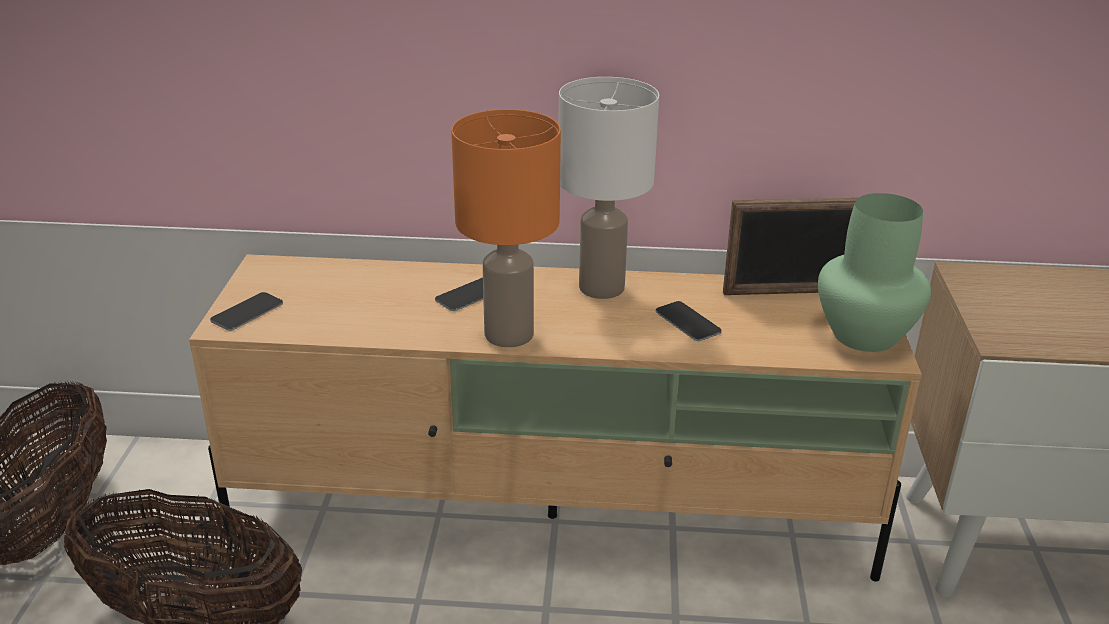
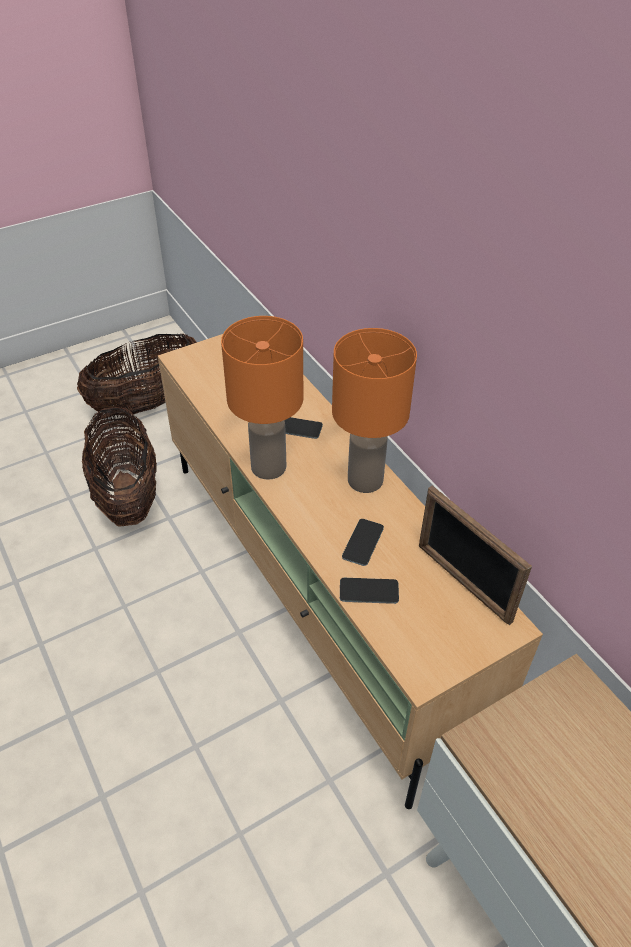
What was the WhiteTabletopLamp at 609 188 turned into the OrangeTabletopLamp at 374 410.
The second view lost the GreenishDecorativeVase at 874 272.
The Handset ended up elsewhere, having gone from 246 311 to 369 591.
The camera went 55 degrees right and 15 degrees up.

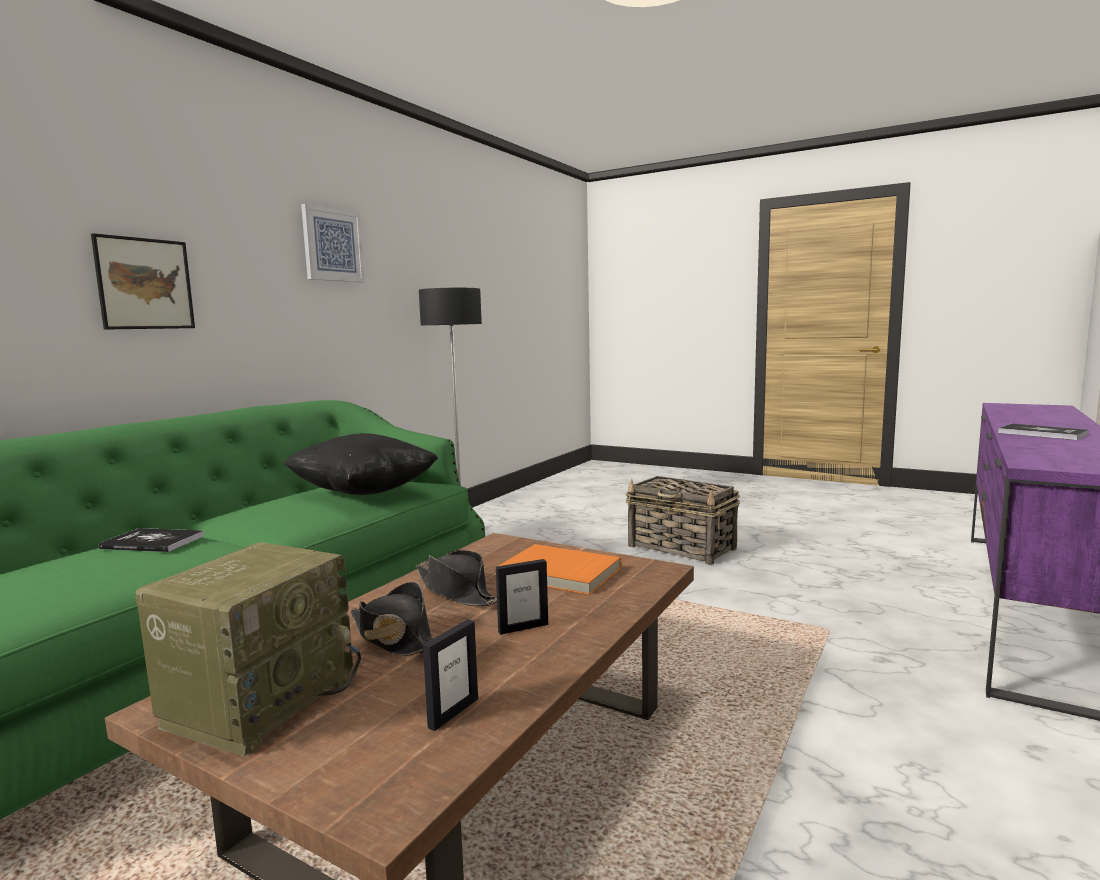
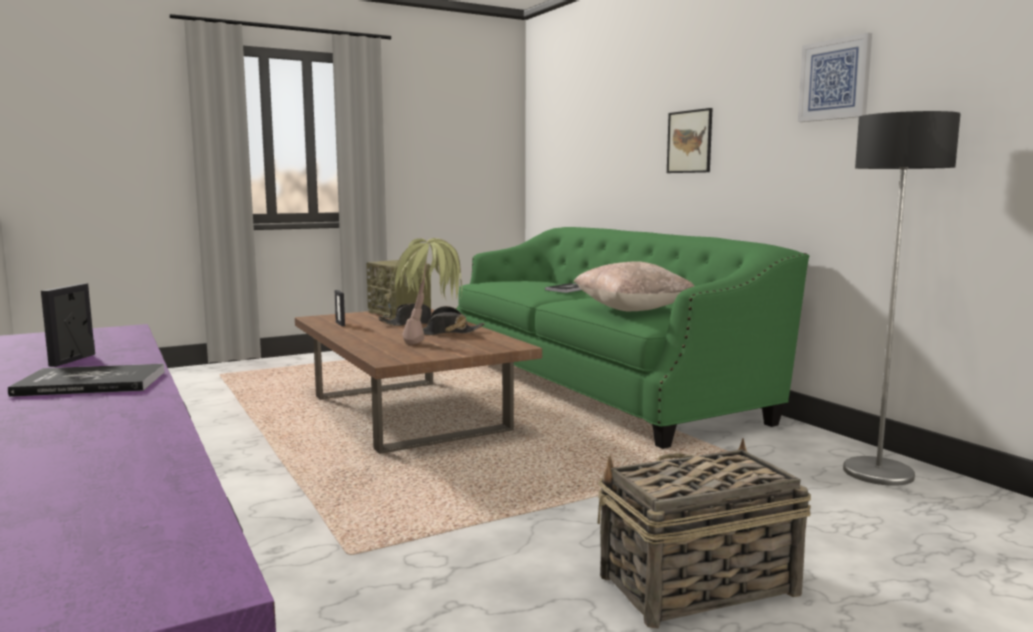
What was the BlackishCushion at 360 464 turned into the SandColouredCushion at 634 286.
Where the OrangeBook stood at 560 569, the PlantInAPot came to stand at 426 291.
The StandingFrame ended up elsewhere, having gone from 522 597 to 68 325.
The camera went 120 degrees right and 0 degrees up.

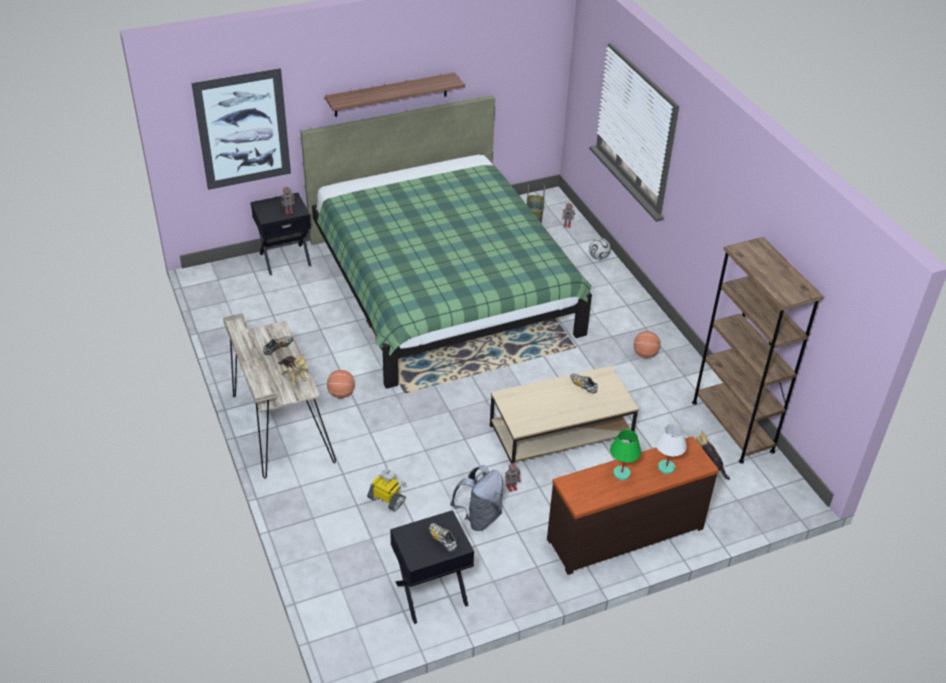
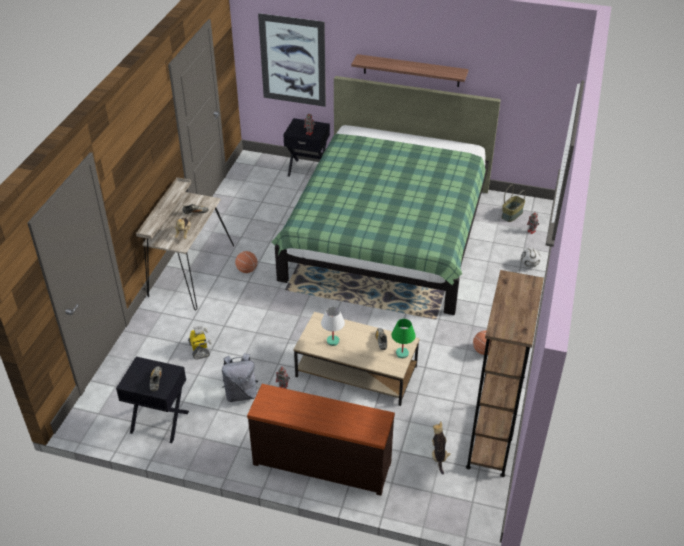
The WhiteTabletopLamp ended up elsewhere, having gone from 671 449 to 333 326.
The GreenishTabletopLamp ended up elsewhere, having gone from 625 455 to 403 338.
The camera went 40 degrees right and 0 degrees up.

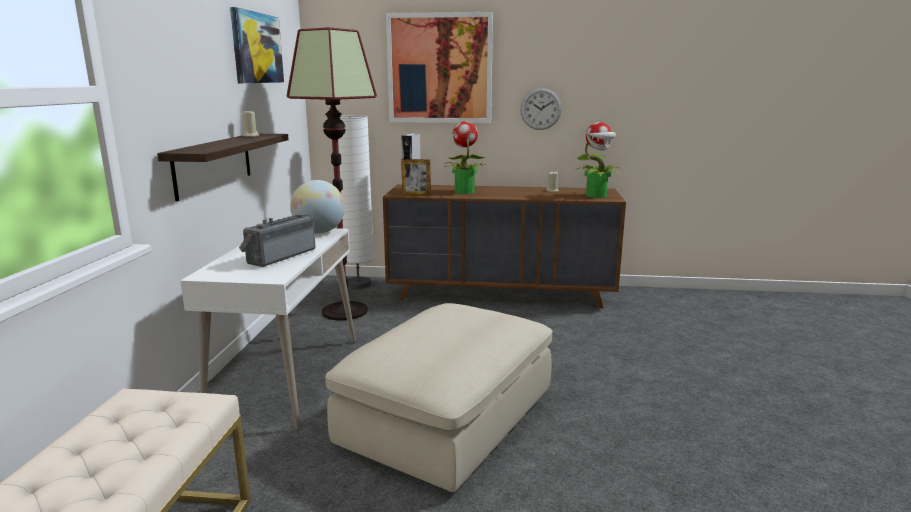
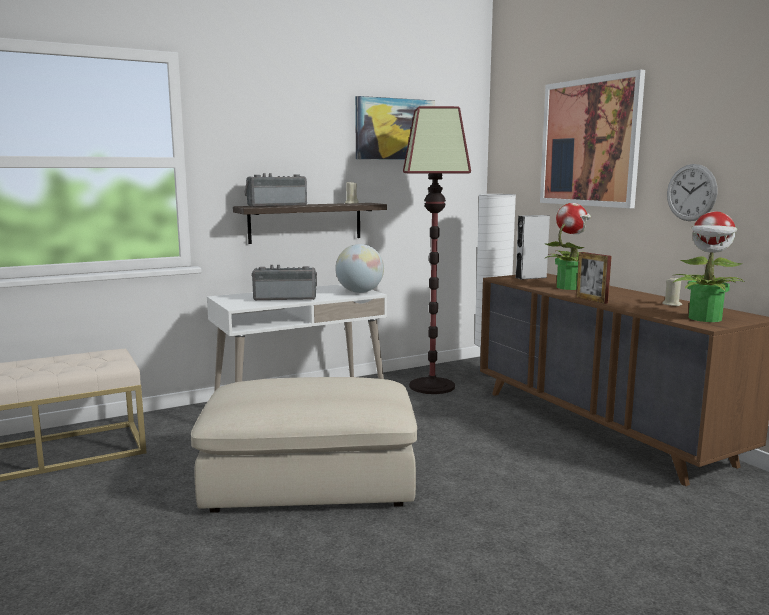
The StandingFrame ended up elsewhere, having gone from 416 177 to 594 278.
The second view gained the Radio at 275 190.
The camera went 55 degrees right and 5 degrees down.

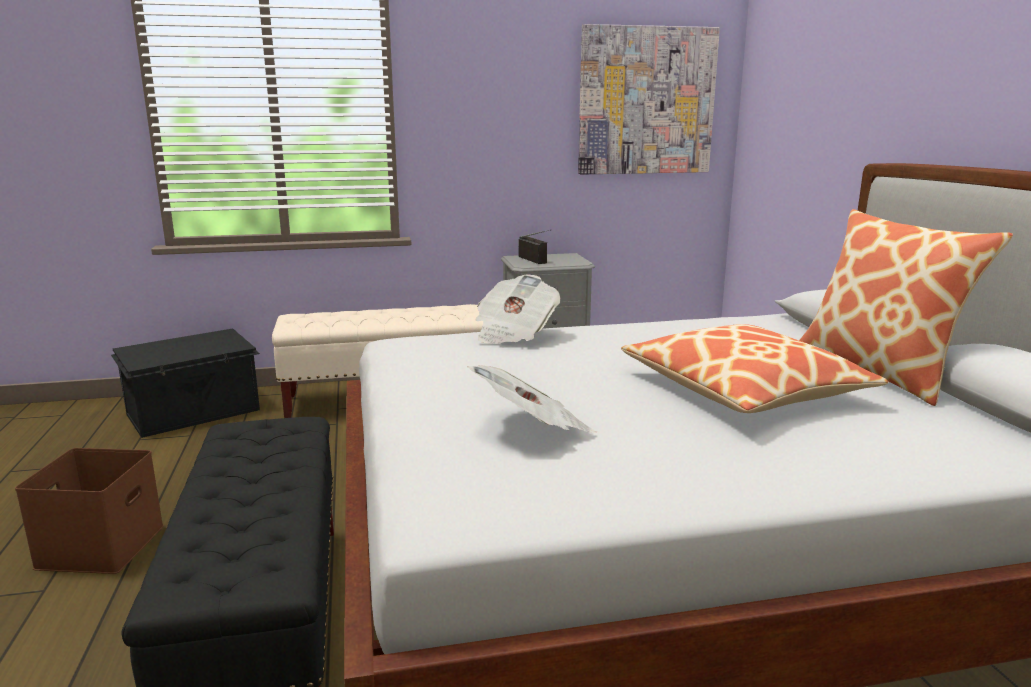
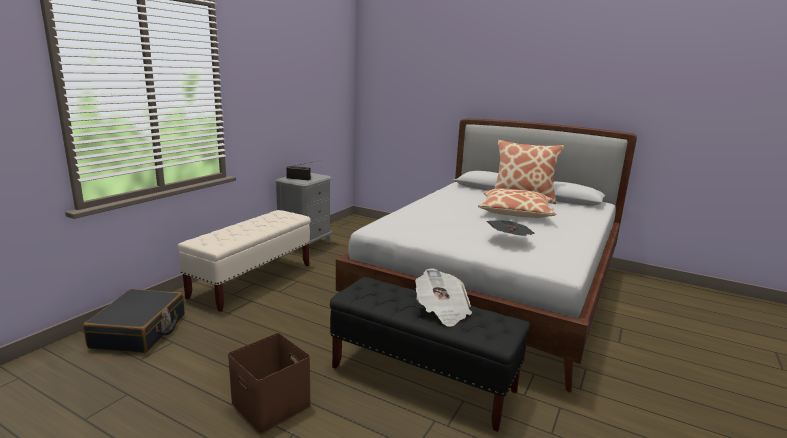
The second view lost the WallArt at 649 99.
The DailyPaper ended up elsewhere, having gone from 517 309 to 443 298.
Where the BlackishStorageBox stood at 185 383, the BlackishSuitcase came to stand at 134 321.
The camera went 50 degrees left and 0 degrees up.

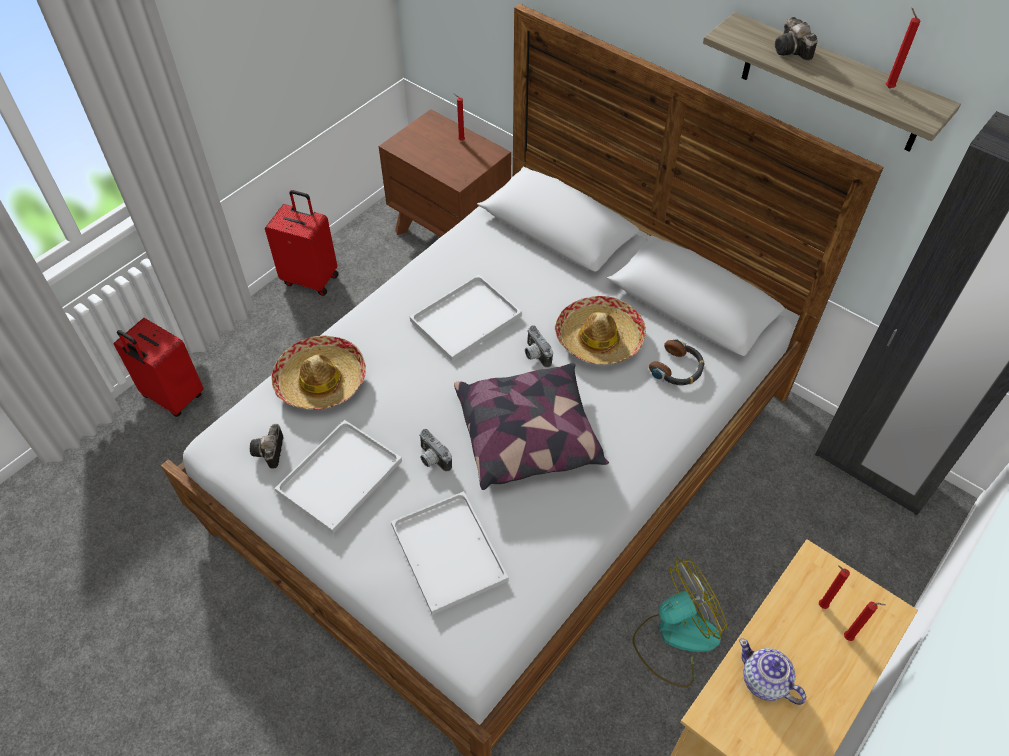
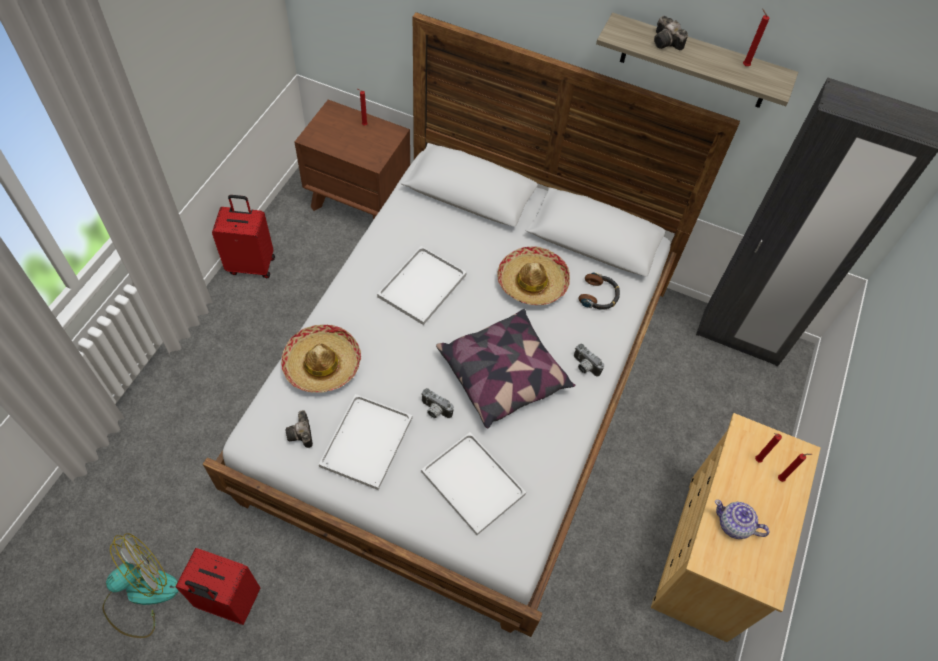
The RedColouredSuitcase ended up elsewhere, having gone from 158 367 to 217 586.
The PhotoCamera ended up elsewhere, having gone from 539 346 to 589 360.
The ElectricFan ended up elsewhere, having gone from 679 623 to 140 585.
The camera went 20 degrees left and 5 degrees up.

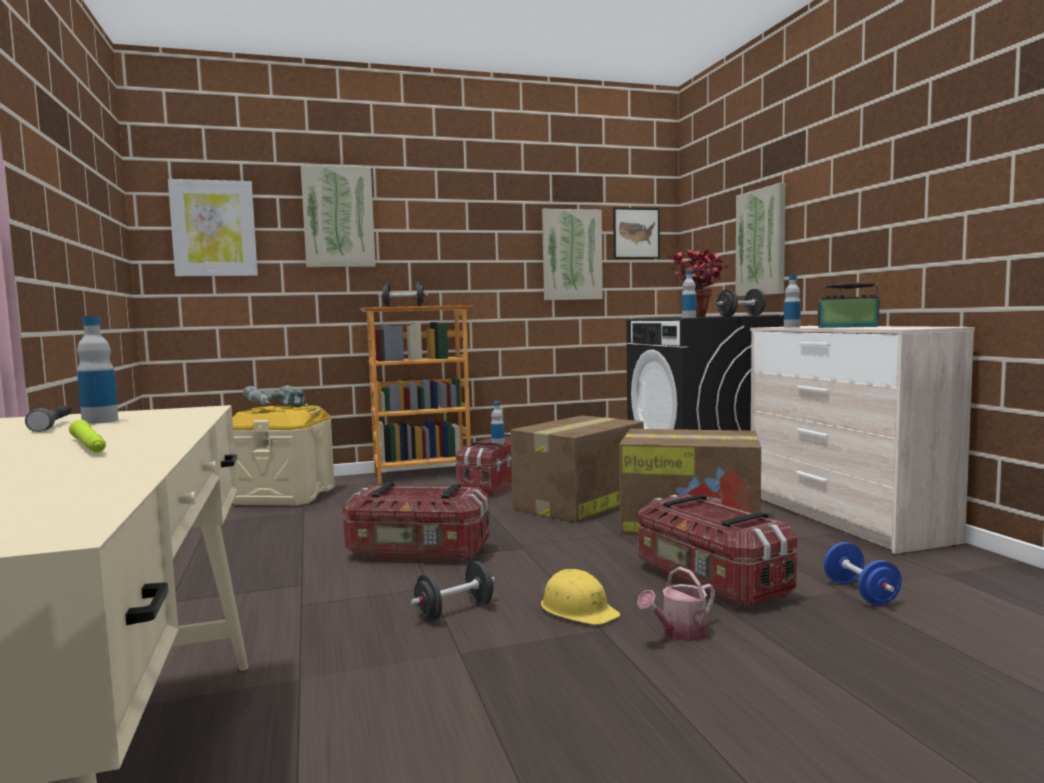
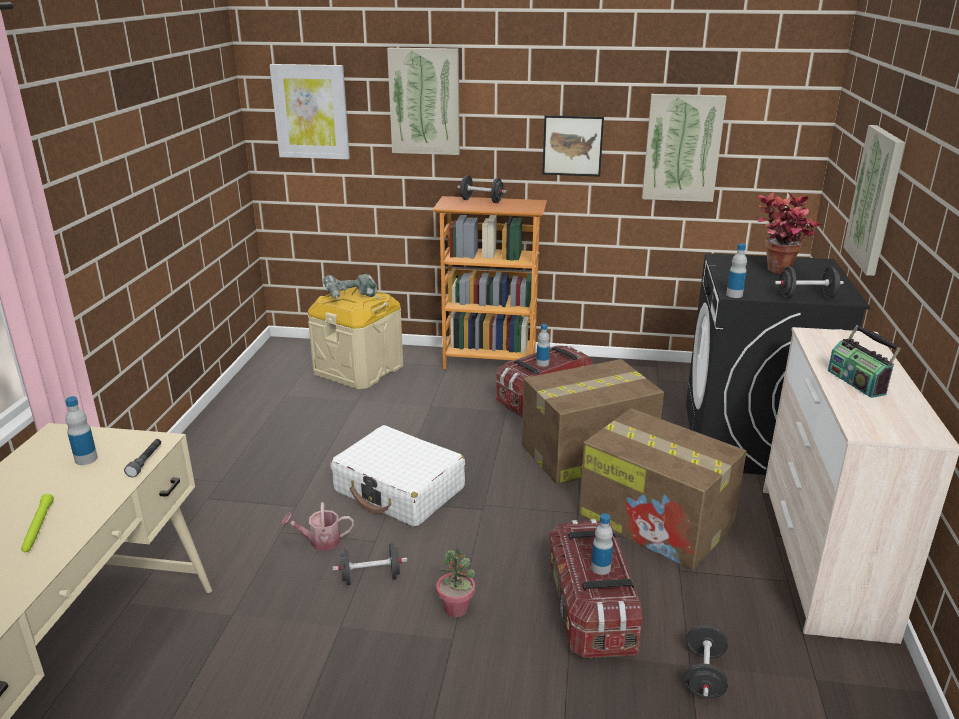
The WallArt ended up elsewhere, having gone from 636 233 to 573 146.
The BeverageBottle ended up elsewhere, having gone from 792 301 to 602 544.
The Radio at 848 305 ended up facing another way, 150 degrees counterclockwise from before.
The GreyHandTorch ended up elsewhere, having gone from 48 418 to 142 458.
Where the StorageBox stood at 416 522, the WhiteSuitcase came to stand at 397 476.
What was the BlueFreeWeight at 863 573 turned into the BlackishFreeWeight at 706 662.
The WateringCan ended up elsewhere, having gone from 676 604 to 318 526.
Where the YellowColouredSafetyHelmet stood at 580 597, the PlantInAPot came to stand at 455 582.
The camera went 25 degrees right and 20 degrees up.

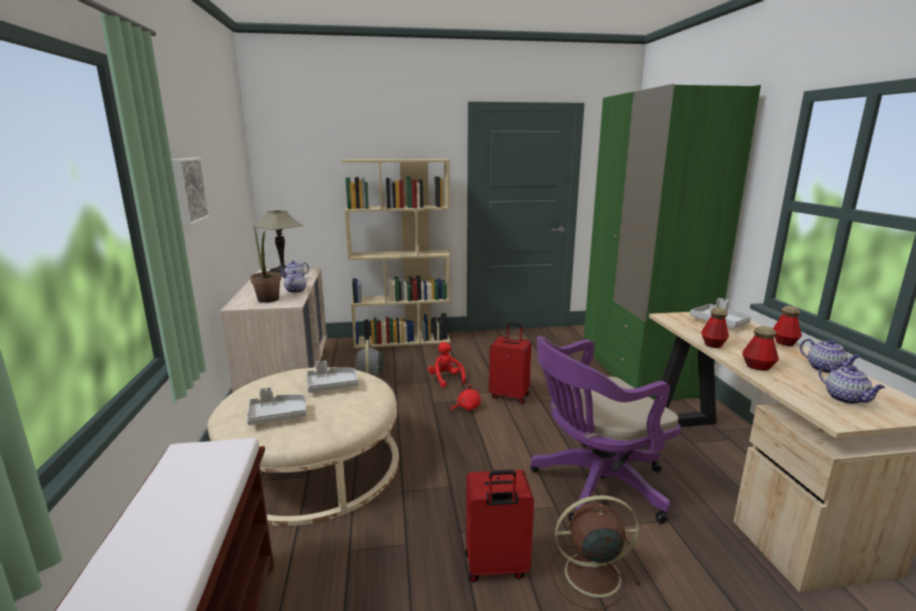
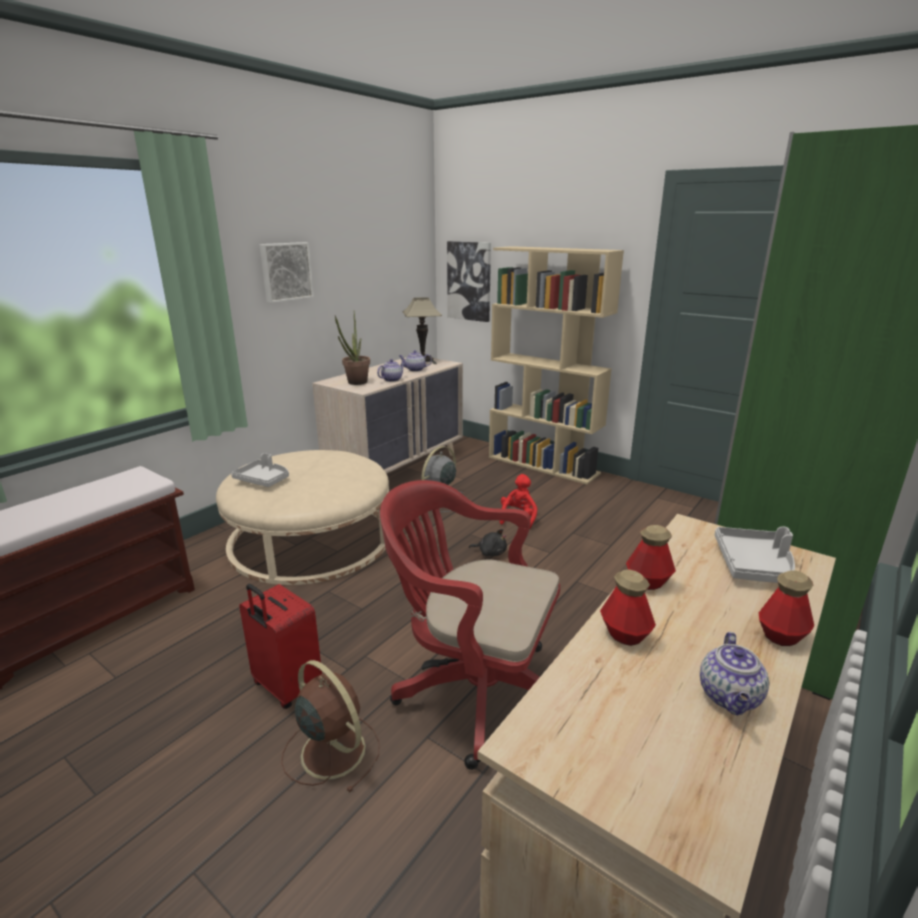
The second view lost the RedColouredSuitcase at 510 363.
What was the PurpleComputerChair at 605 430 turned into the RedColouredComputerChair at 470 625.
The second view lost the GreyTray at 332 377.
The second view lost the PotForTea at 852 383.
What was the RedColouredPlushToy at 465 398 turned into the BlackishPlushToy at 488 542.
The second view gained the WallArt at 469 281.
The camera went 45 degrees right and 5 degrees up.

